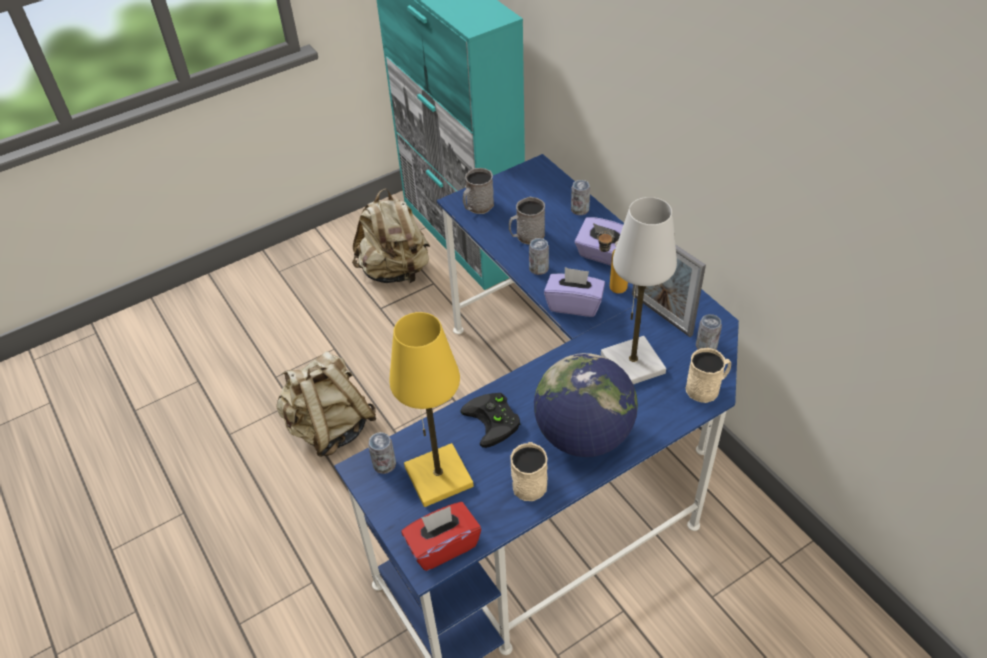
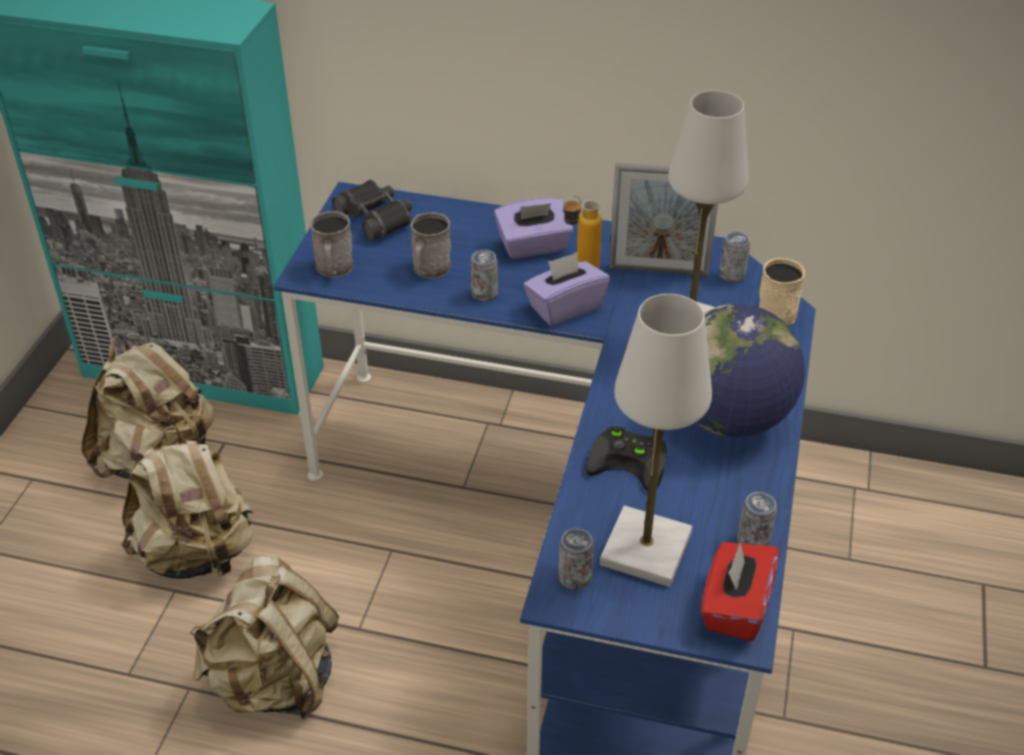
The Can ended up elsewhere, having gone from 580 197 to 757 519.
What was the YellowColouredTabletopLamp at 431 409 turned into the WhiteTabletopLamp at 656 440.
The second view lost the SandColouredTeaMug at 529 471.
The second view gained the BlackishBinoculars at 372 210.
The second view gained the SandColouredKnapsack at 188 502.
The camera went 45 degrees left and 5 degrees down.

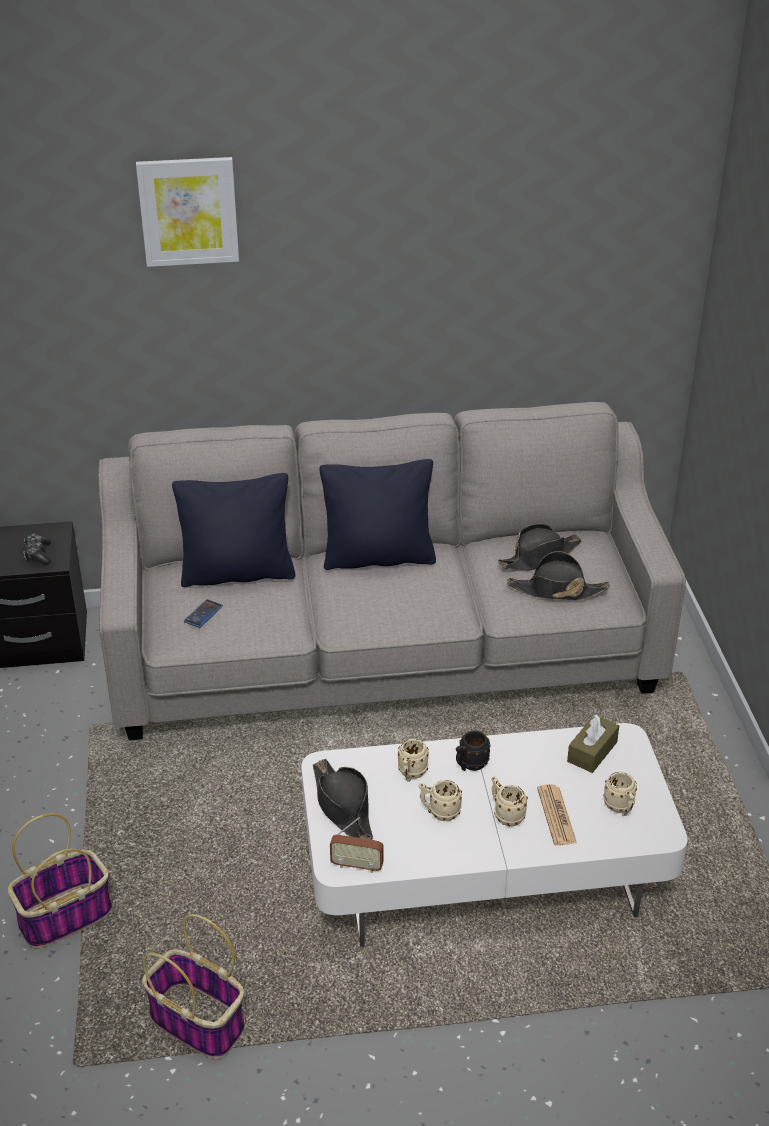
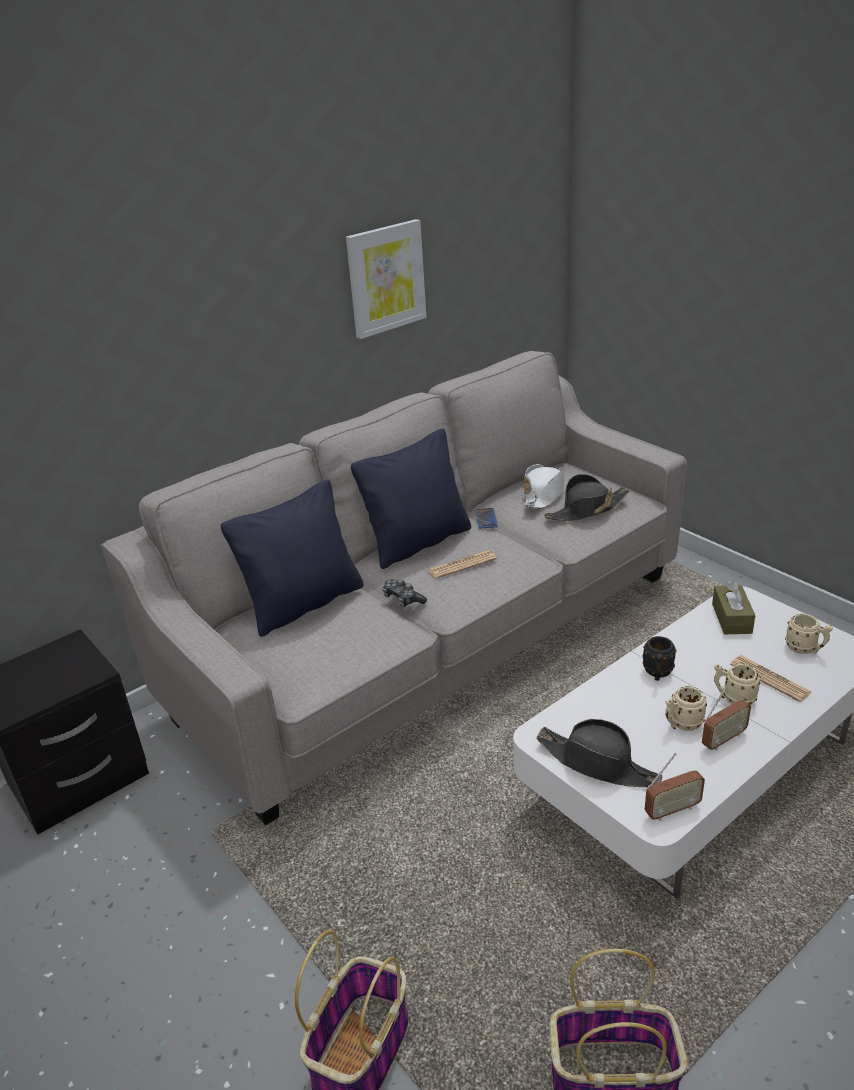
The WallArt ended up elsewhere, having gone from 187 212 to 386 279.
What was the BlackishWearableHat at 540 547 turned into the WhiteWearableHat at 544 486.
The GameController ended up elsewhere, having gone from 37 549 to 404 593.
The Handset ended up elsewhere, having gone from 203 613 to 486 518.
The second view lost the SandColouredTeaMug at 413 760.
The second view gained the DailyPaper at 462 564.
The second view gained the Radio at 726 717.
The camera went 30 degrees left and 5 degrees down.

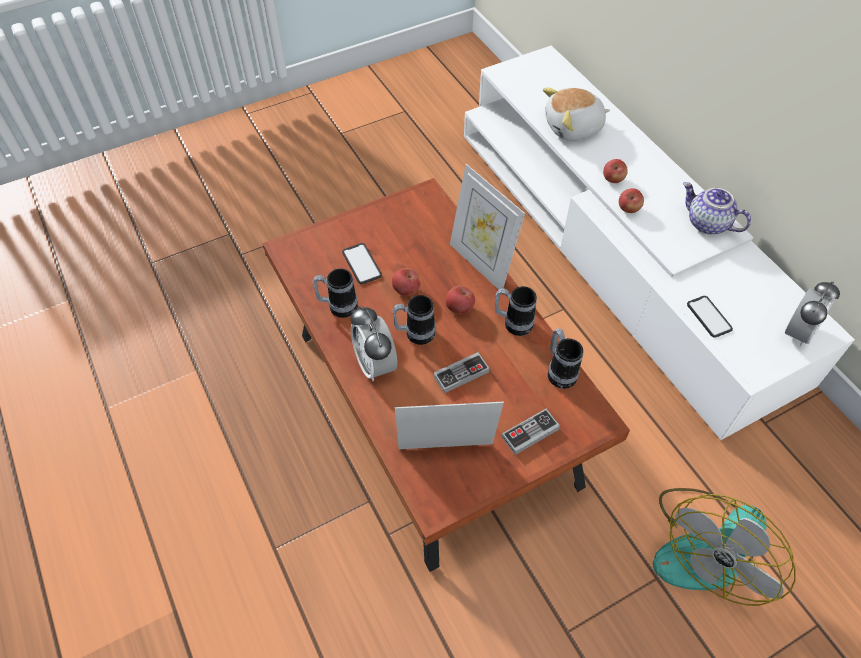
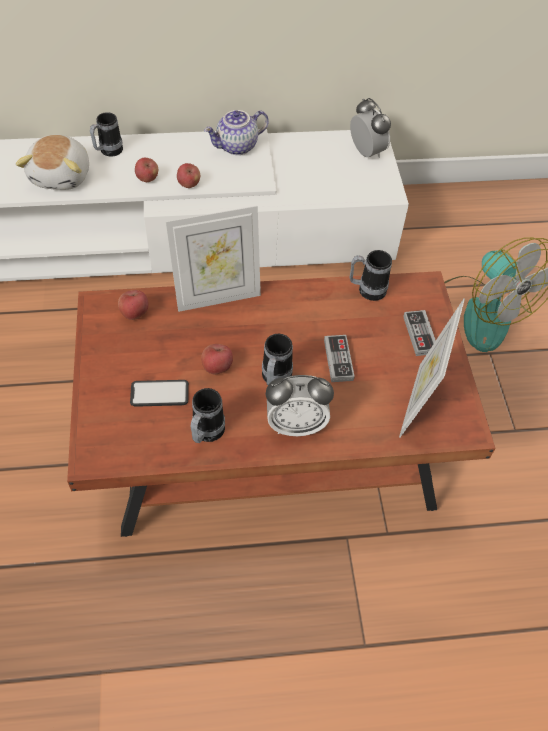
The Apple ended up elsewhere, having gone from 460 300 to 133 305.
The TeaMug ended up elsewhere, having gone from 516 311 to 106 134.
The second view lost the Handset at 710 317.
The camera went 70 degrees left and 0 degrees up.

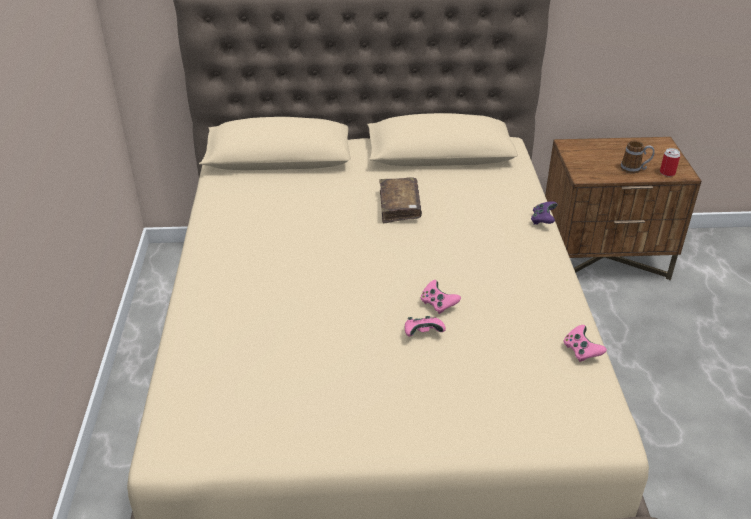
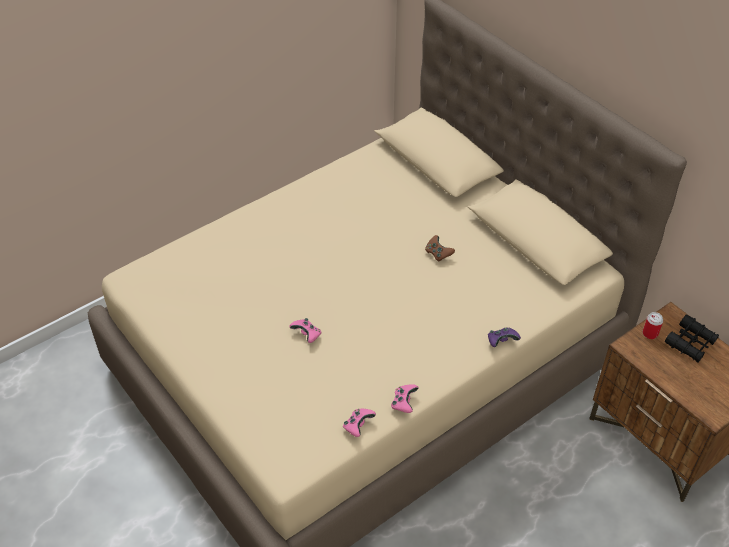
The second view lost the TeaMug at 638 157.
The Can ended up elsewhere, having gone from 670 162 to 652 325.
Where the BrownBook stood at 400 200, the BrownGameController came to stand at 440 248.
The PinkGameController ended up elsewhere, having gone from 441 297 to 405 398.
The second view gained the BlackishBinoculars at 692 339.
The camera went 55 degrees right and 10 degrees up.

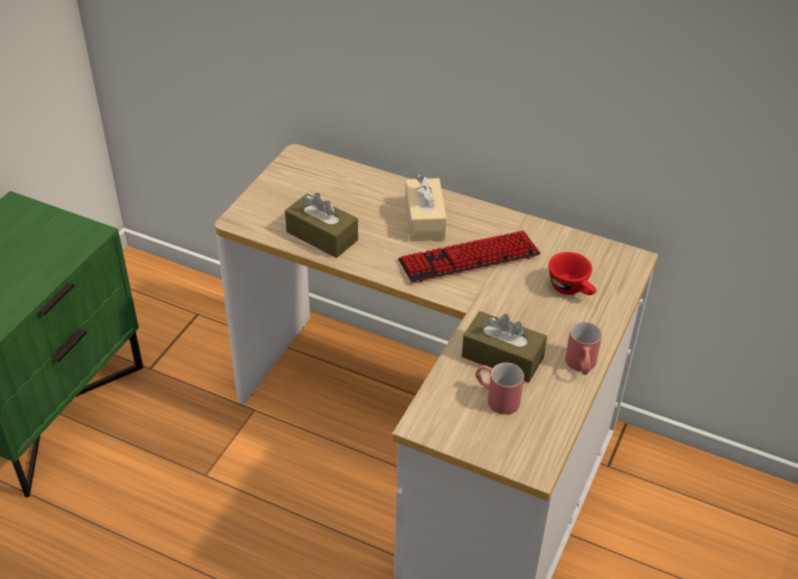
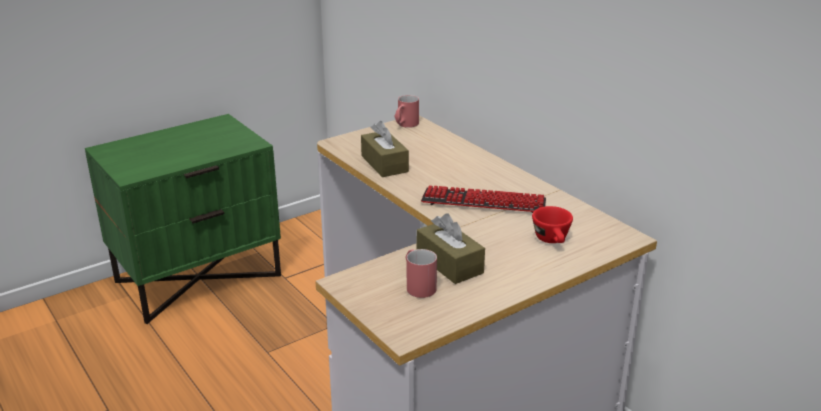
The second view lost the SandColouredTissueBox at 426 207.
The RedColouredTeaMug ended up elsewhere, having gone from 583 348 to 407 111.
The camera went 30 degrees right and 15 degrees down.

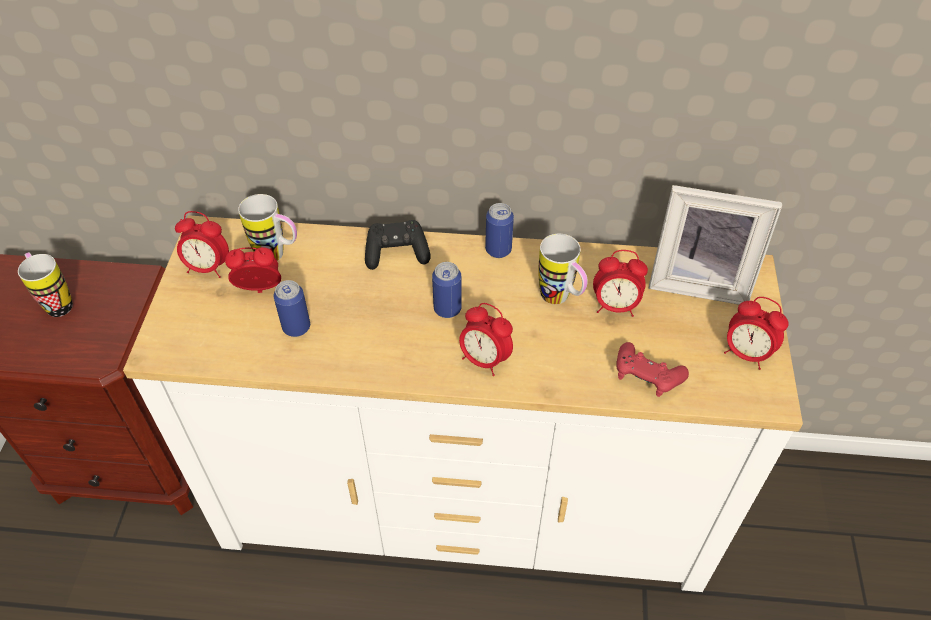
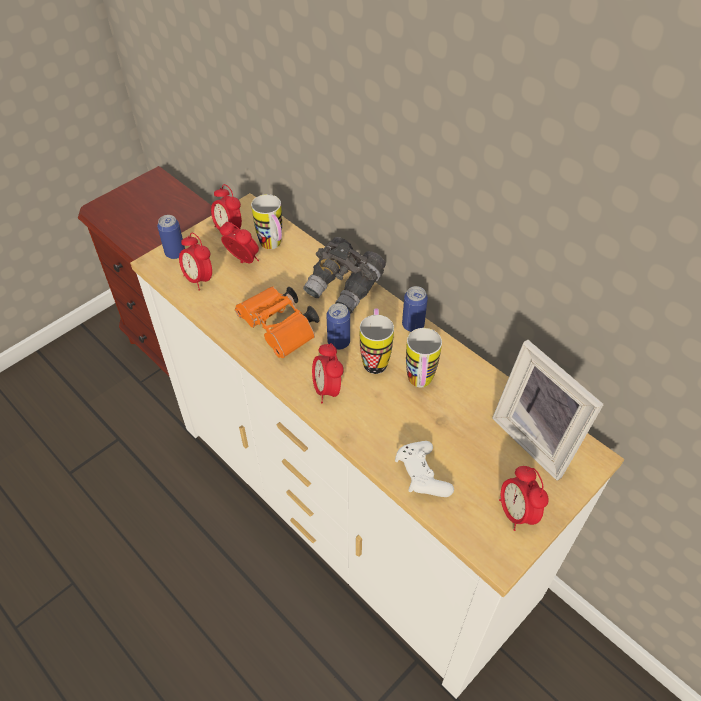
Where the BlackishGameController stood at 398 245, the GreyBinoculars came to stand at 344 275.
The BedsideClock ended up elsewhere, having gone from 620 283 to 195 262.
The TeaMug ended up elsewhere, having gone from 45 284 to 377 341.
The Can ended up elsewhere, having gone from 292 308 to 171 237.
What was the RedColouredGameController at 652 369 turned into the WhiteGameController at 424 469.
The second view gained the OrangeBinoculars at 277 322.
The camera went 40 degrees right and 0 degrees up.

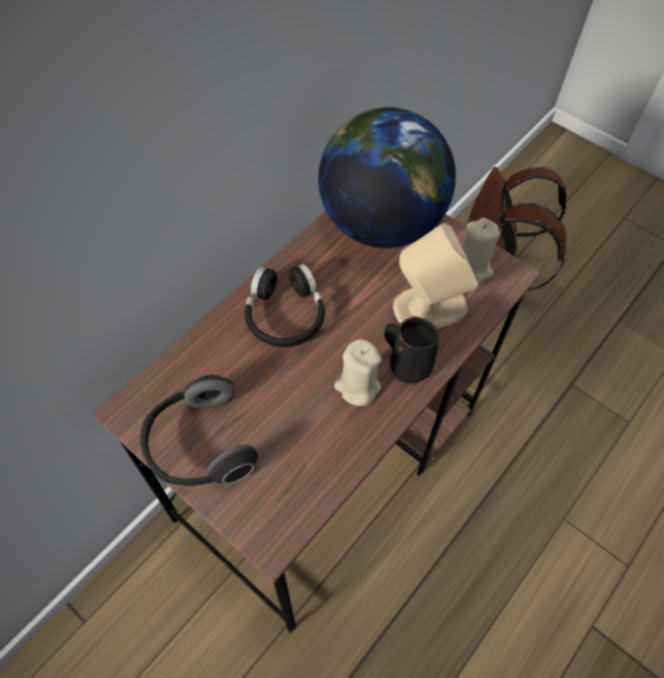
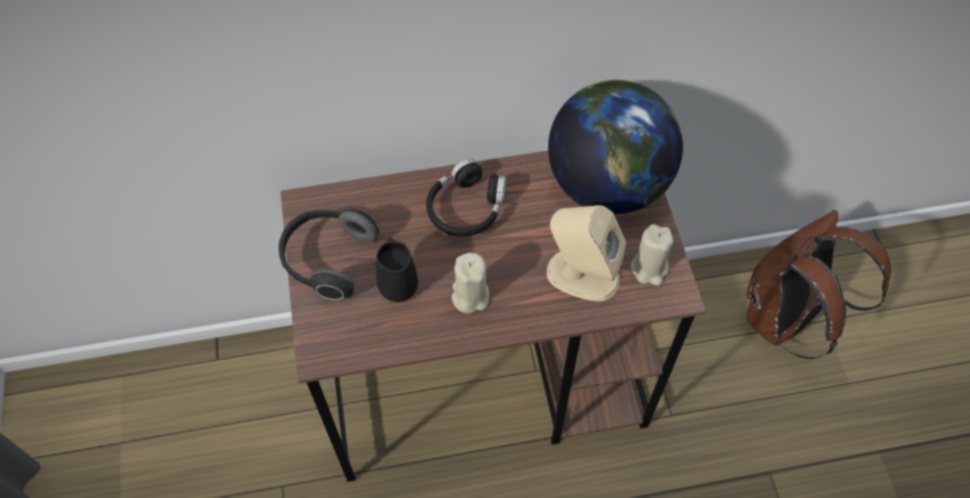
The BlackishTeaMug ended up elsewhere, having gone from 411 350 to 397 270.
The camera went 40 degrees right and 0 degrees up.

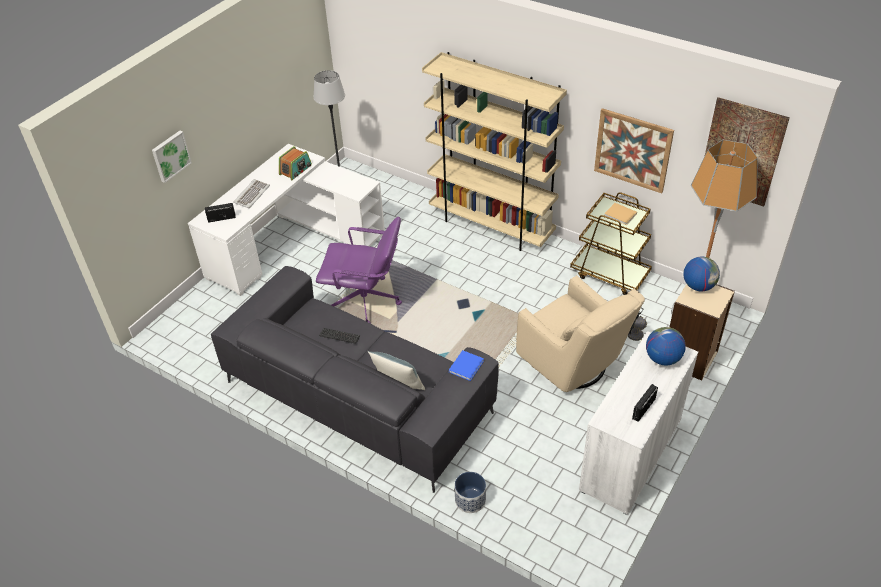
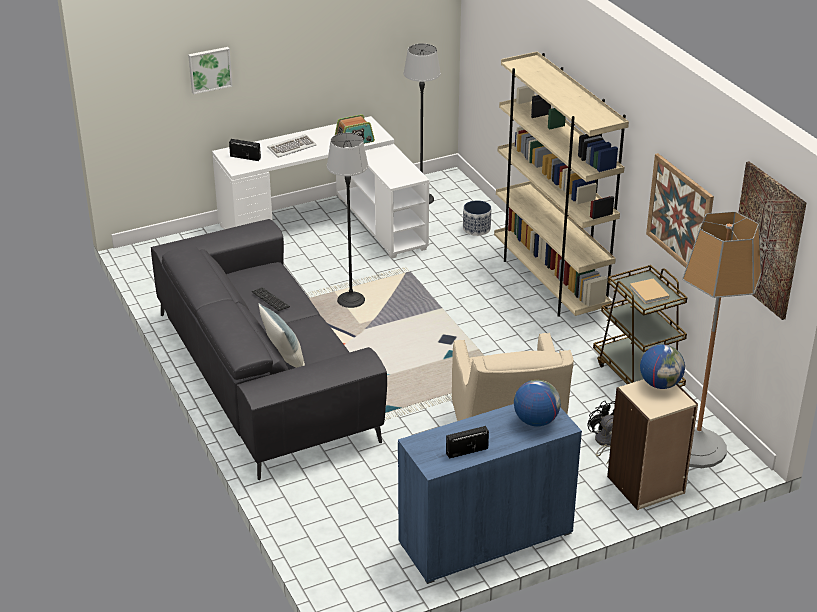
Where the PurpleComputerChair stood at 359 270, the FloorLamp came to stand at 347 220.
What was the WhiteCupboard at 638 423 turned into the BlueCupboard at 490 494.
The second view lost the BlueBook at 466 365.
The PlantPot ended up elsewhere, having gone from 470 492 to 477 218.
The camera went 30 degrees right and 10 degrees down.

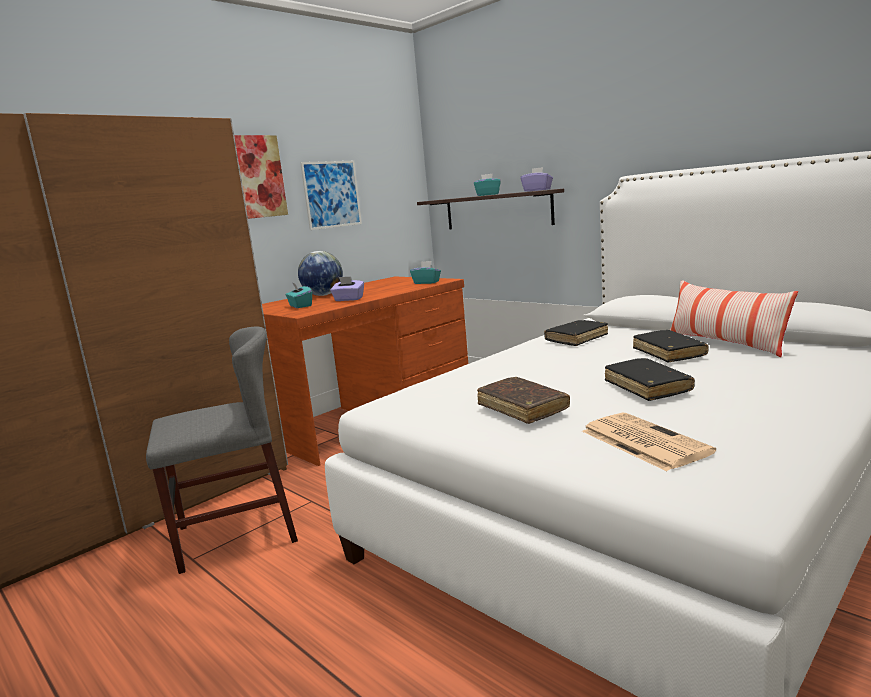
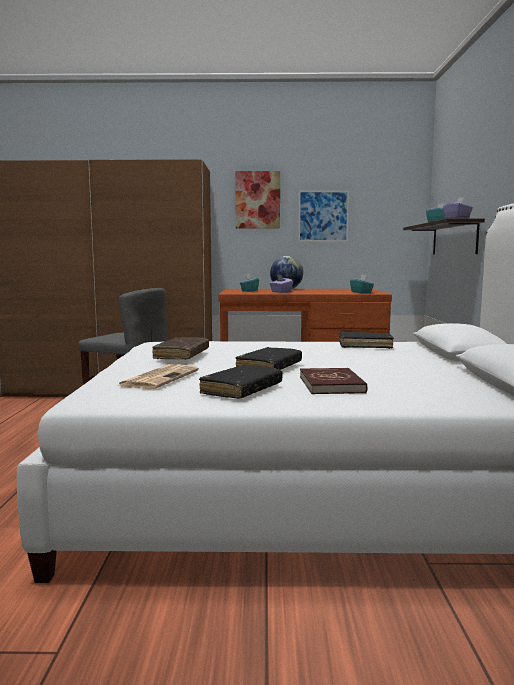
The second view lost the Cushion at 734 318.
The BlackishBook ended up elsewhere, having gone from 671 346 to 241 382.
The second view gained the RedColouredBook at 333 381.
The camera went 45 degrees right and 5 degrees down.

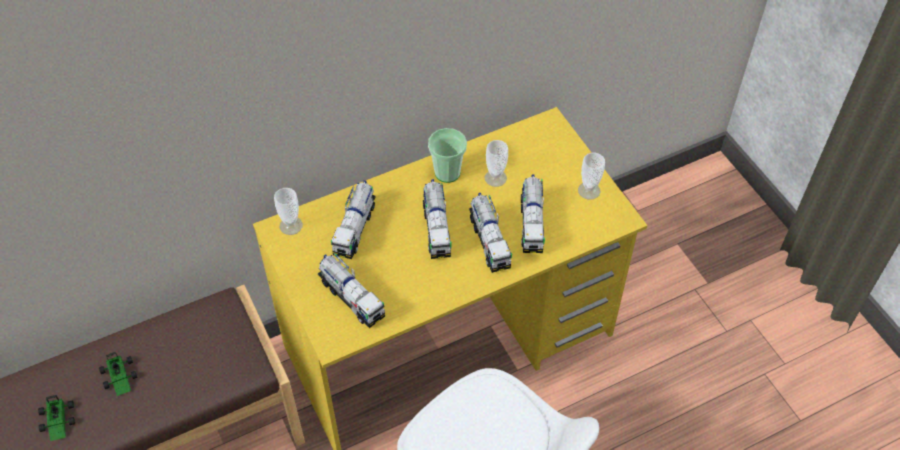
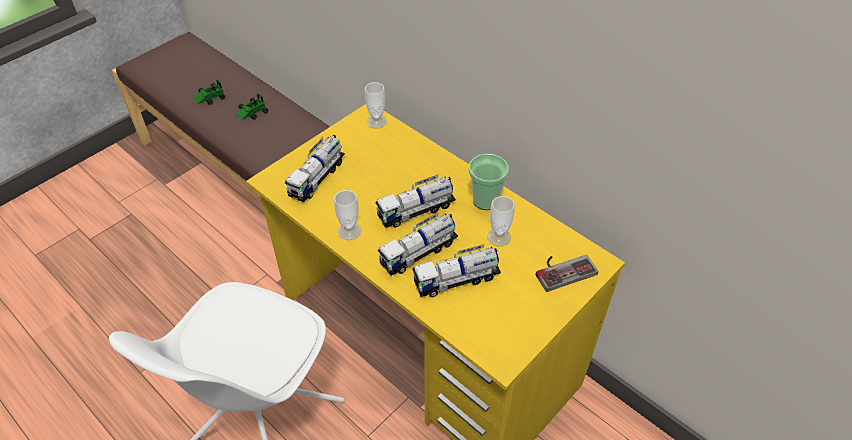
The SmallCup ended up elsewhere, having gone from 591 176 to 347 215.
The second view lost the ToyLorry at 353 219.
The second view gained the GameController at 567 273.
The camera went 70 degrees right and 5 degrees down.

